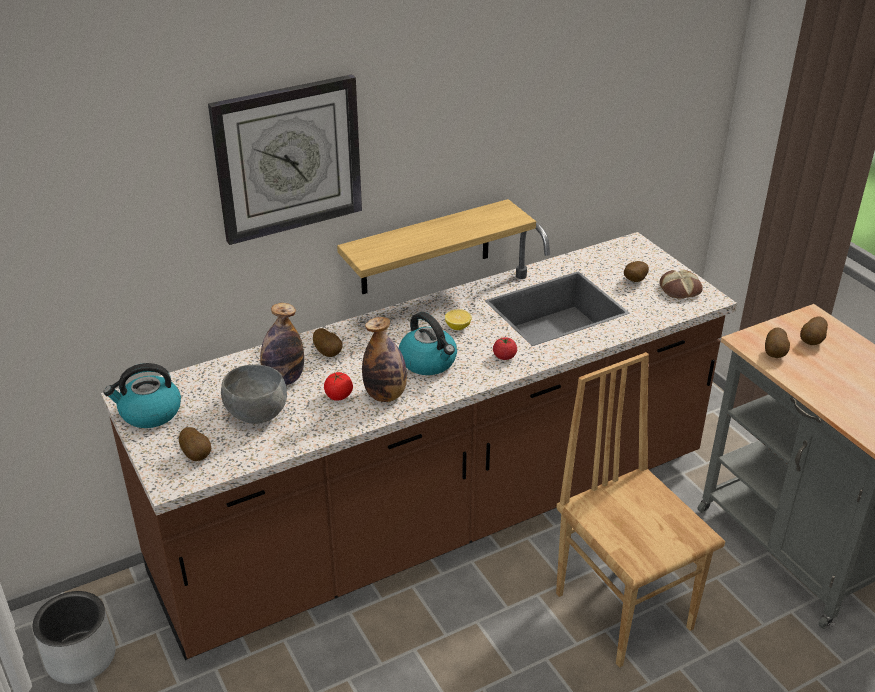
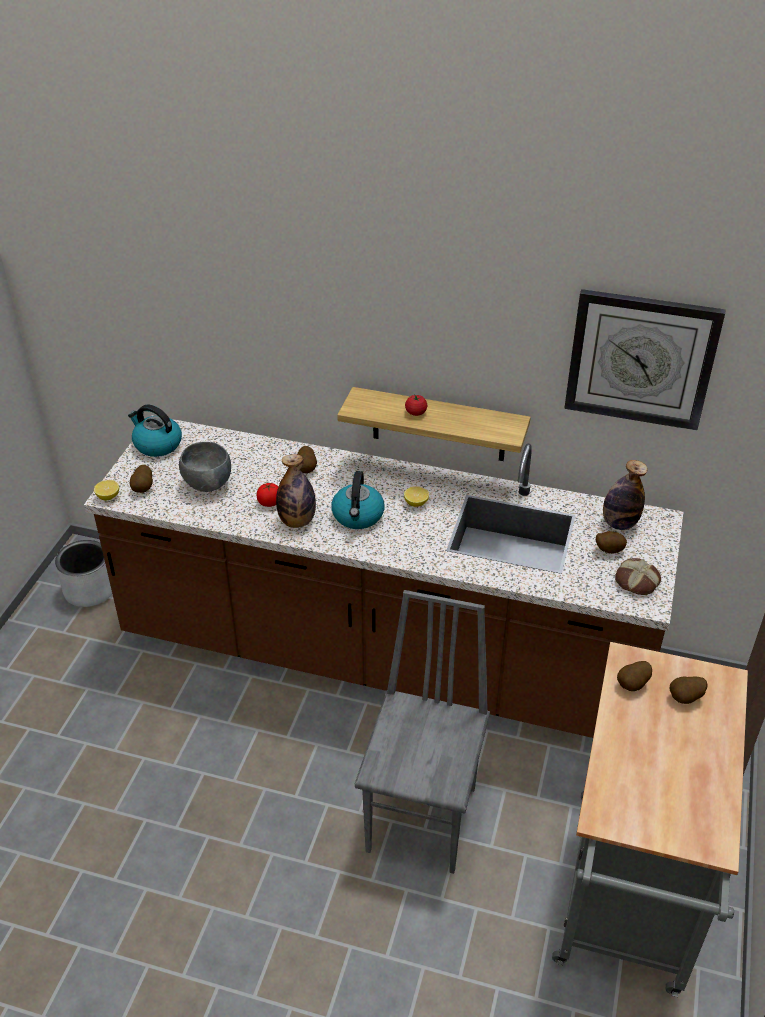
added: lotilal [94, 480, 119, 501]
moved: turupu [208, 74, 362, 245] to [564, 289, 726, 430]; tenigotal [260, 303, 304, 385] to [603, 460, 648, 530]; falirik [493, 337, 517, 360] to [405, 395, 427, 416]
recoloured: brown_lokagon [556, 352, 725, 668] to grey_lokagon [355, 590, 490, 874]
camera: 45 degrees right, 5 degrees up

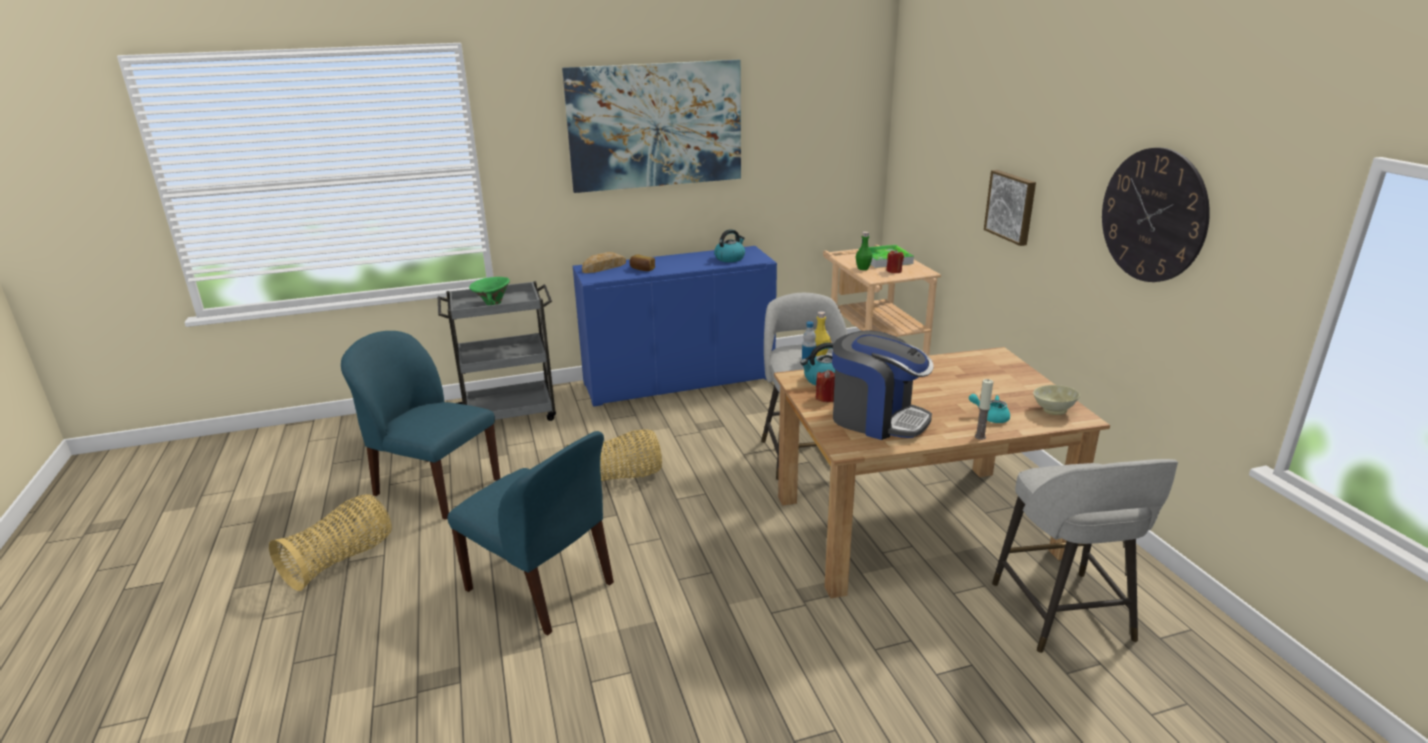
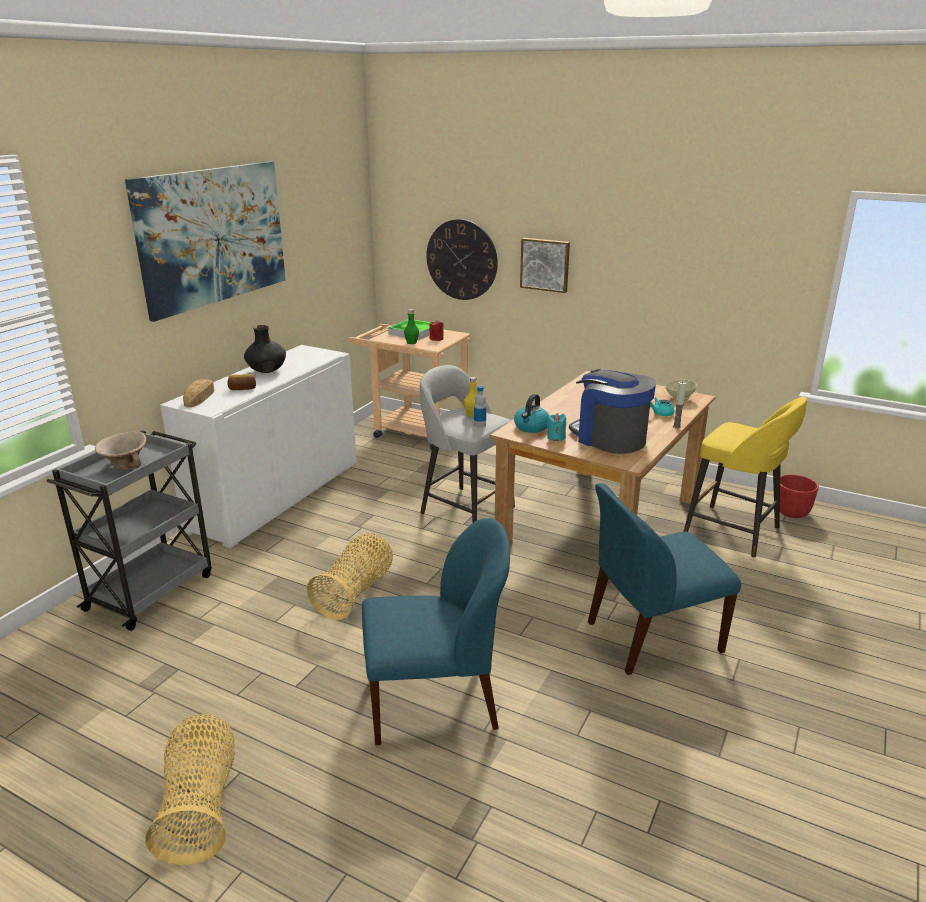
removed: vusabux [714, 229, 745, 262]
added: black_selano [244, 325, 286, 373]; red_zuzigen [780, 474, 819, 518]
moved: blue_lokagon [341, 331, 500, 520] to [588, 483, 741, 675]; turupu [1102, 148, 1210, 282] to [426, 219, 498, 300]
recoloured: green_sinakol [469, 277, 510, 305] to beige_sinakol [95, 432, 146, 469]; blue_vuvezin [573, 246, 777, 407] to white_vuvezin [160, 345, 357, 548]; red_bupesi [816, 369, 835, 402] to turquoise_bupesi [547, 413, 566, 441]; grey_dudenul [992, 459, 1178, 653] to yellow_dudenul [683, 397, 807, 558]
turned: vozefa [832, 330, 934, 440] = [569, 369, 656, 454] 120 degrees counterclockwise
camera: 45 degrees left, 0 degrees up

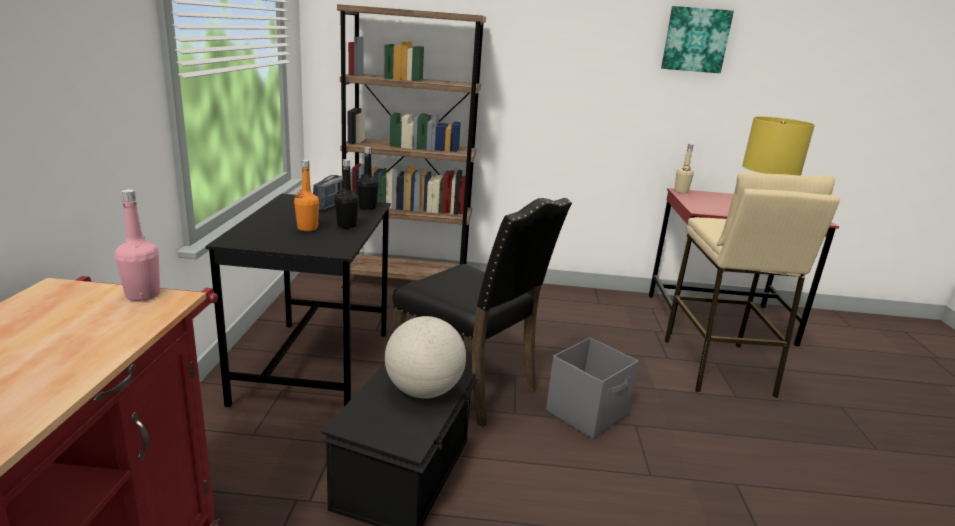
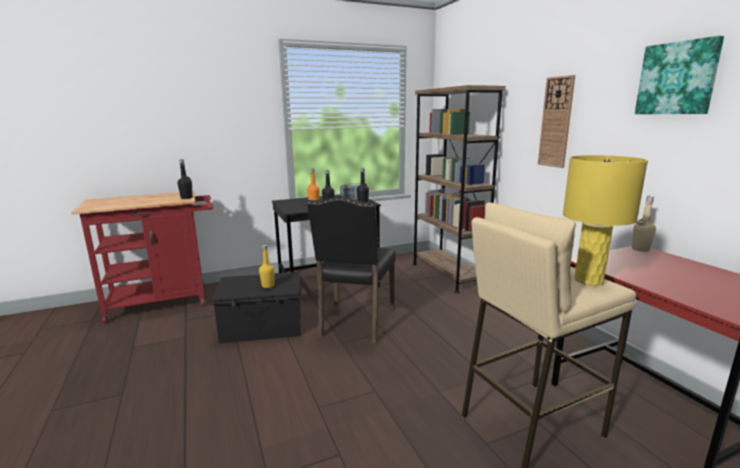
removed: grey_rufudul [546, 337, 639, 439]
added: turupu [538, 75, 575, 168]
replaced: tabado [385, 316, 466, 399] to yellow_tenigotal [259, 245, 274, 288]
recoloured: pink_tenigotal [115, 189, 160, 301] to black_tenigotal [177, 159, 193, 199]
camera: 65 degrees right, 5 degrees down

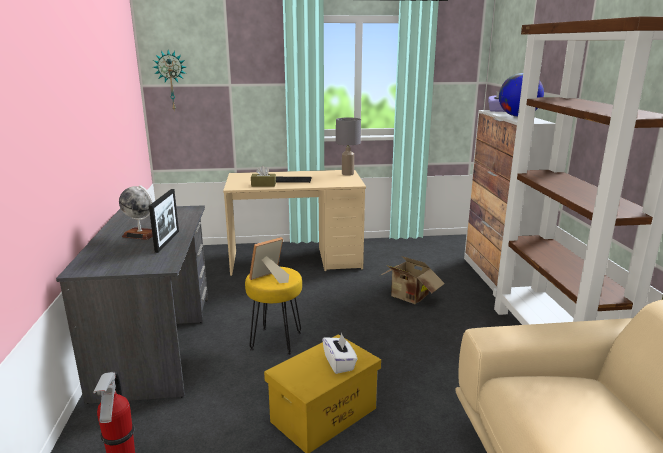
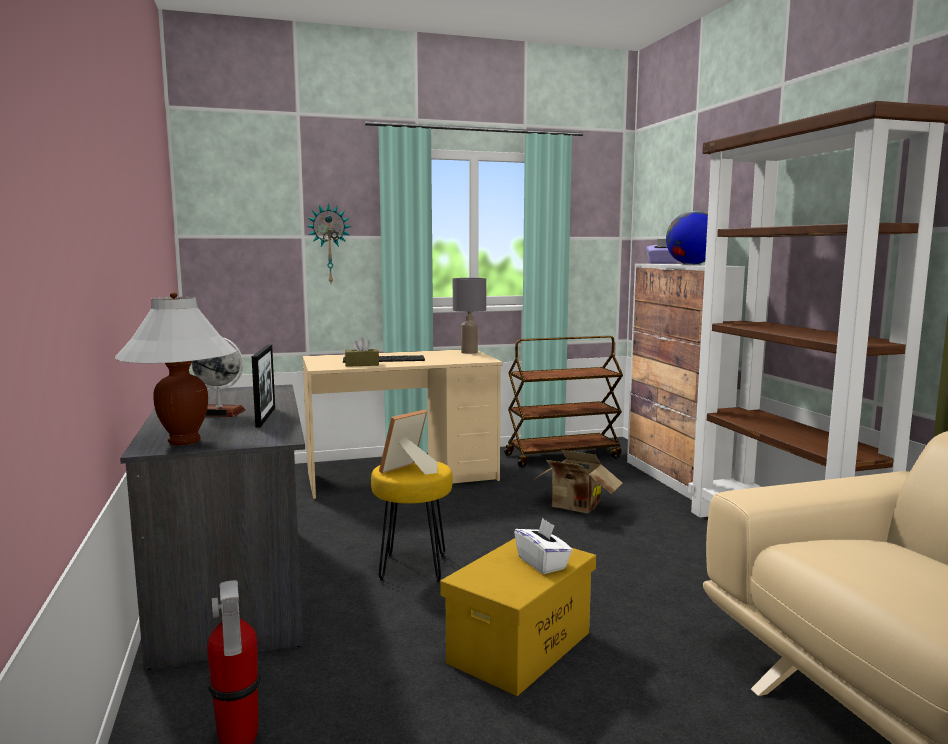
added: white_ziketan [115, 292, 237, 445]; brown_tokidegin [504, 336, 623, 468]
moved: turupu [153, 50, 186, 112] to [306, 203, 351, 283]
camera: 10 degrees left, 10 degrees down

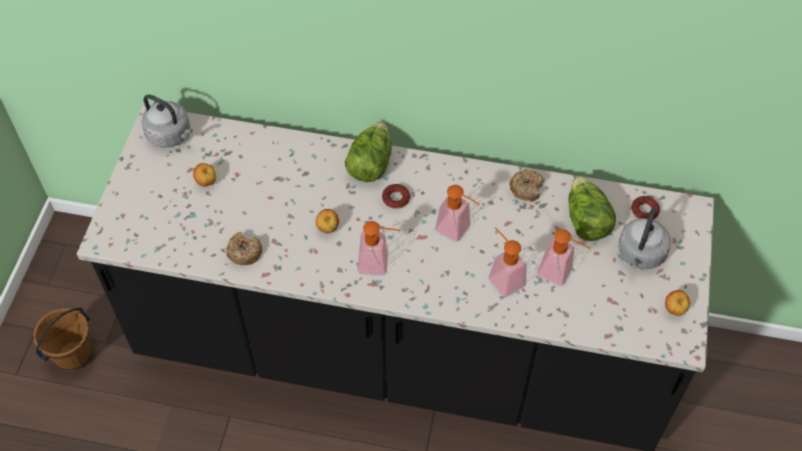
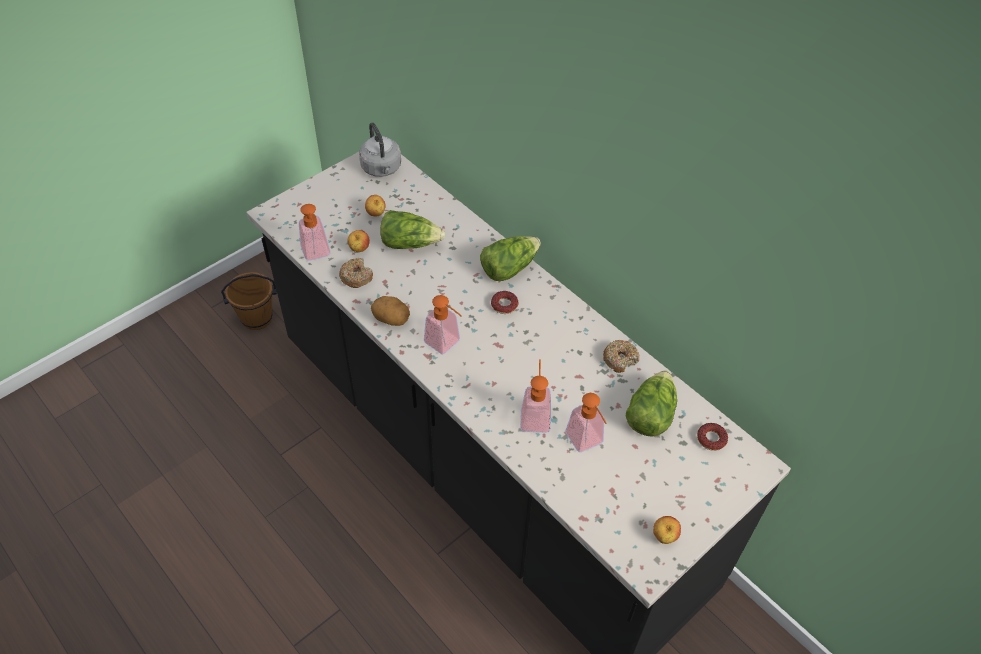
removed: grey_vusabux [618, 208, 671, 269]
added: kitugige [371, 296, 410, 326]; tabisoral [380, 210, 445, 249]
moved: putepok [316, 209, 339, 233] to [347, 230, 370, 252]; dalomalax [435, 185, 480, 242] to [299, 204, 331, 261]
camera: 35 degrees right, 5 degrees down

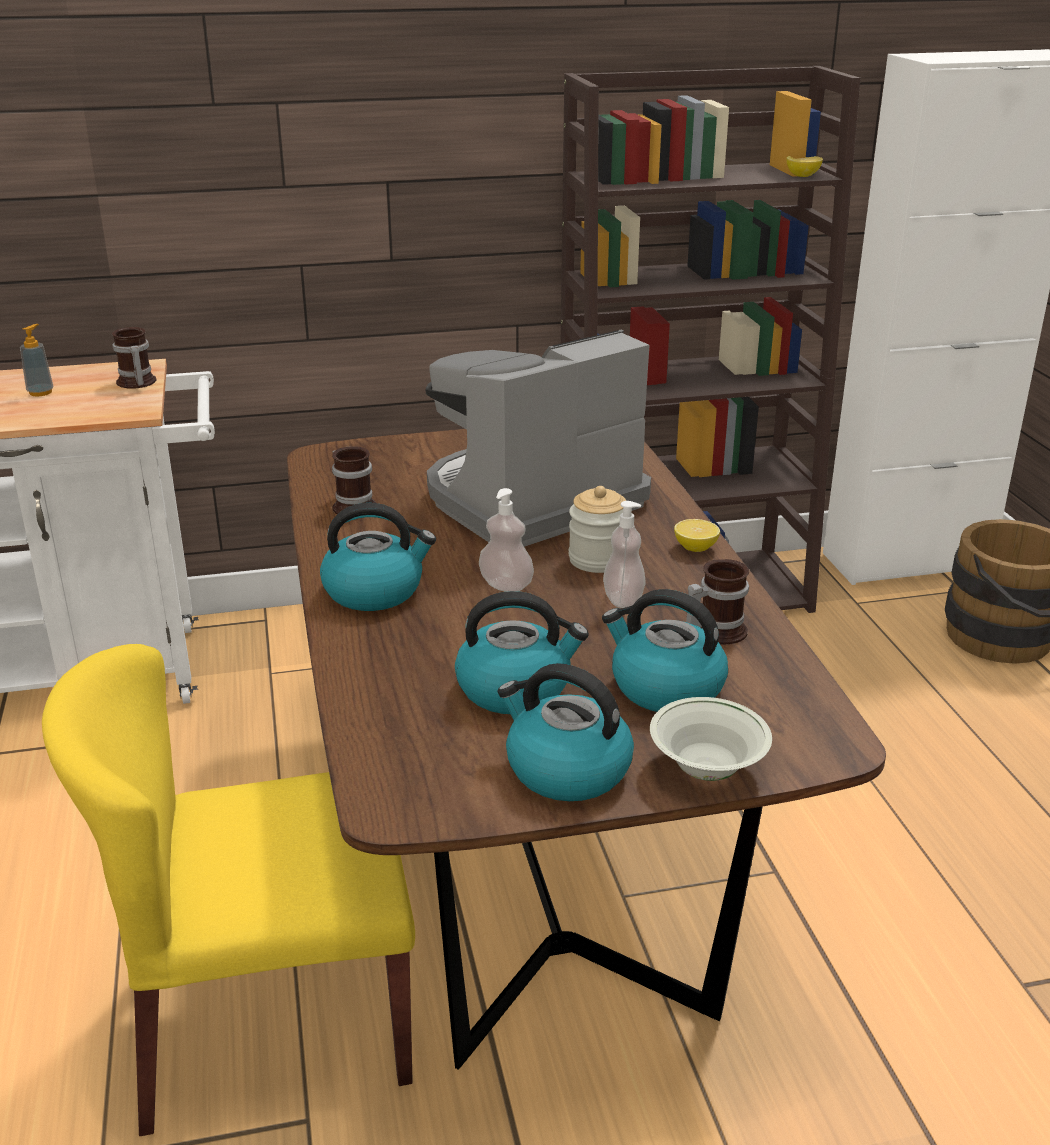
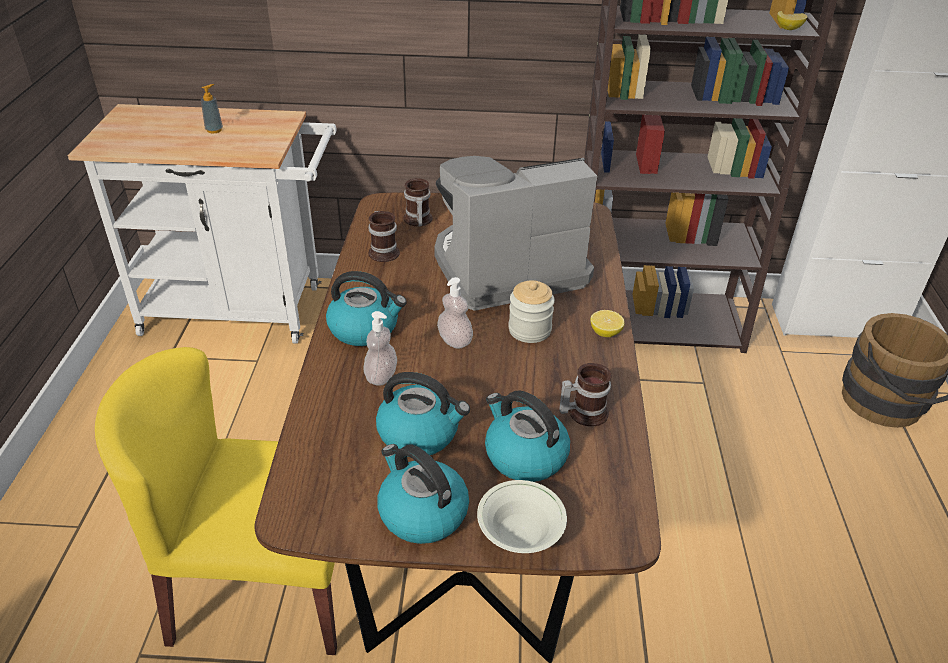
moved: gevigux [112, 327, 157, 389] to [403, 178, 433, 227]; dalomalax [603, 501, 645, 608] to [363, 311, 397, 386]
camera: 15 degrees right, 10 degrees up

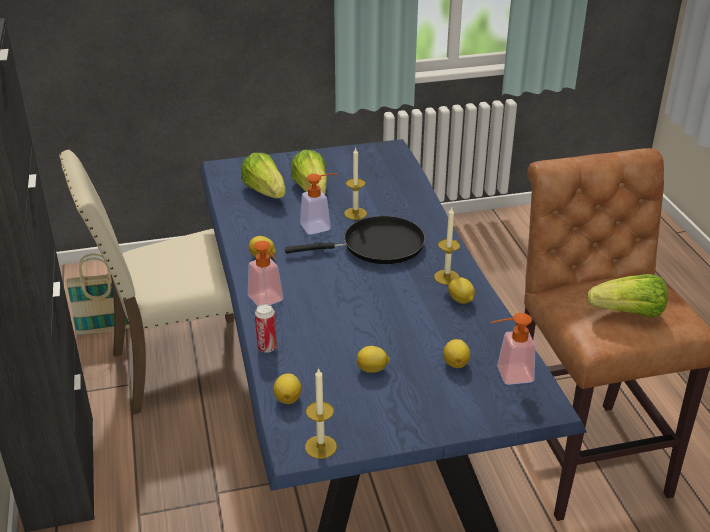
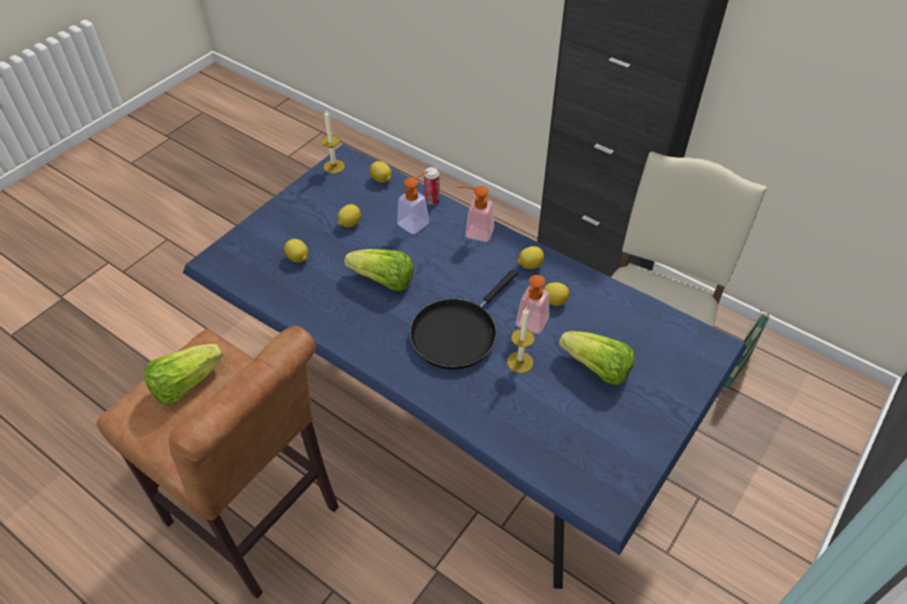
removed: bupesi [434, 207, 460, 285]
moved: tabisoral [241, 153, 286, 199] to [344, 249, 414, 291]; lotilal [448, 277, 475, 304] to [543, 282, 570, 306]; dalomalax [492, 313, 535, 385] to [397, 171, 429, 234]
camera: 140 degrees right, 15 degrees up

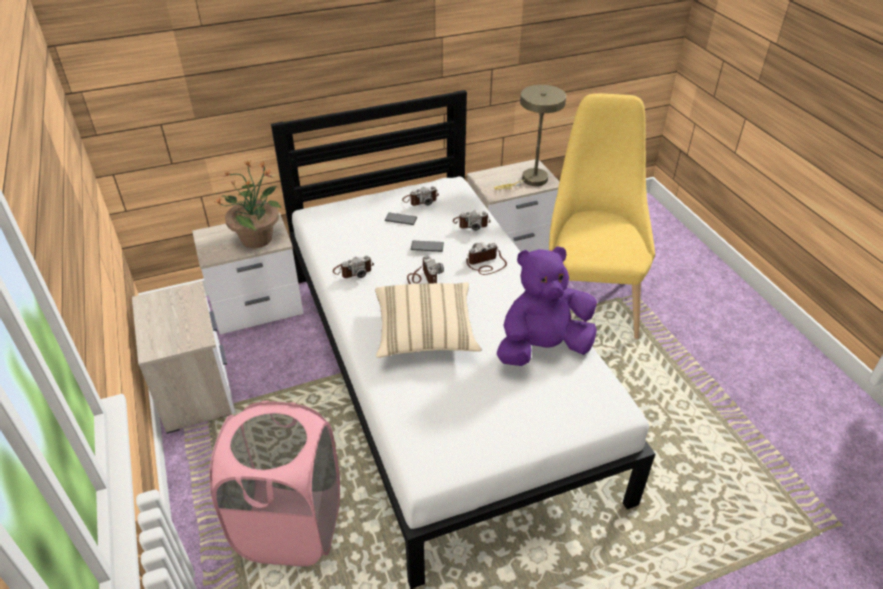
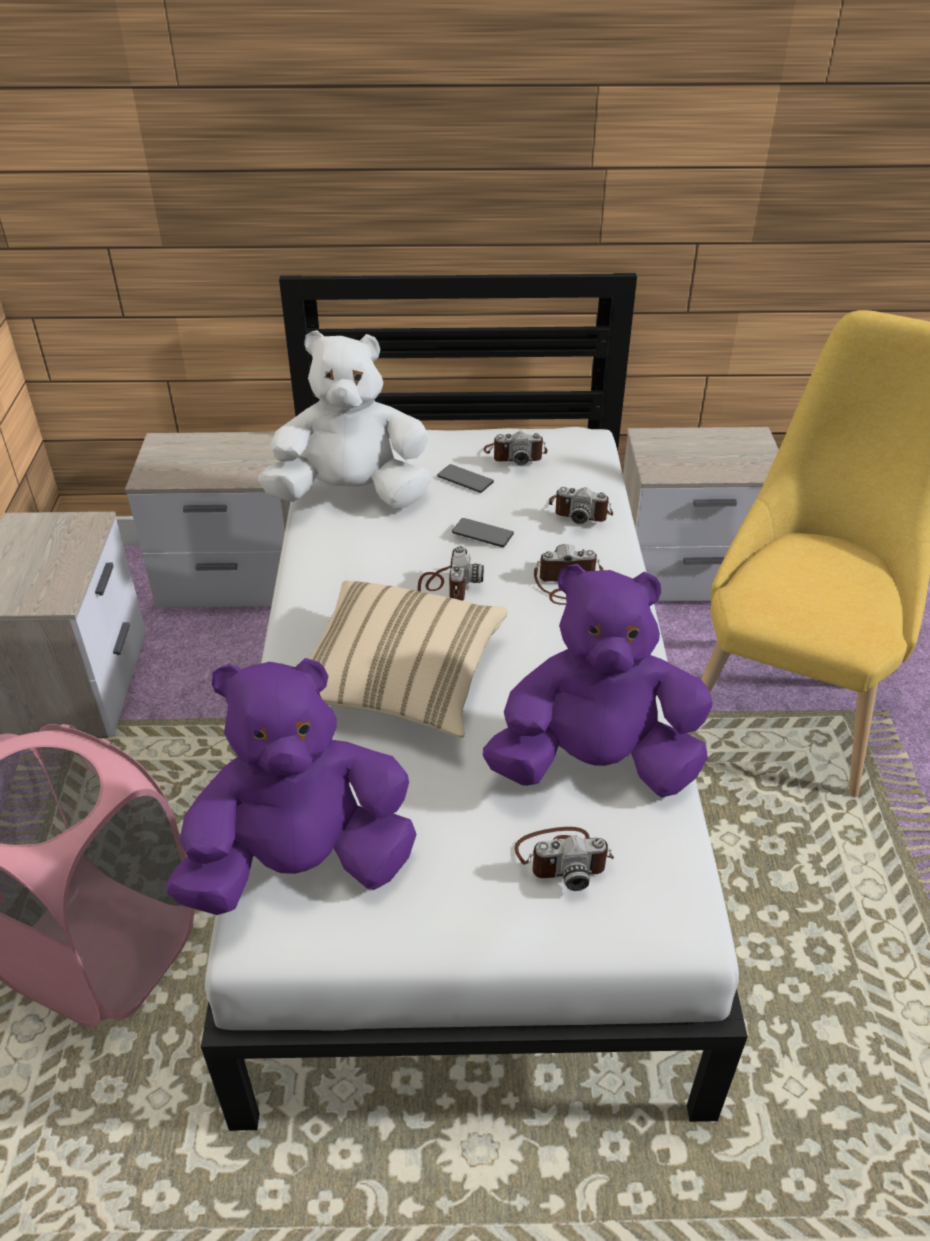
removed: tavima [216, 161, 282, 248]; beige_ziketan [494, 85, 566, 190]
added: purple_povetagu [166, 658, 417, 915]; white_povetagu [258, 330, 431, 508]
moved: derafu [333, 255, 374, 278] to [514, 827, 614, 891]
camera: 20 degrees right, 0 degrees up

